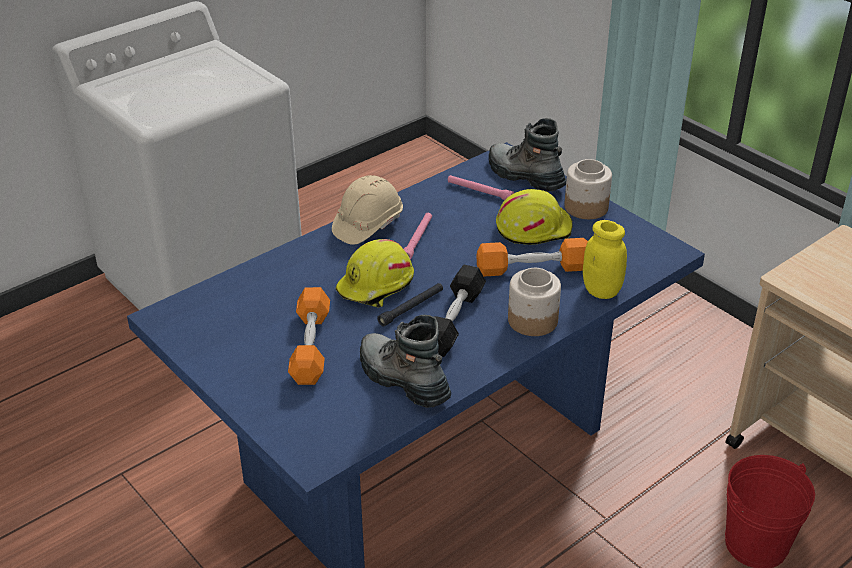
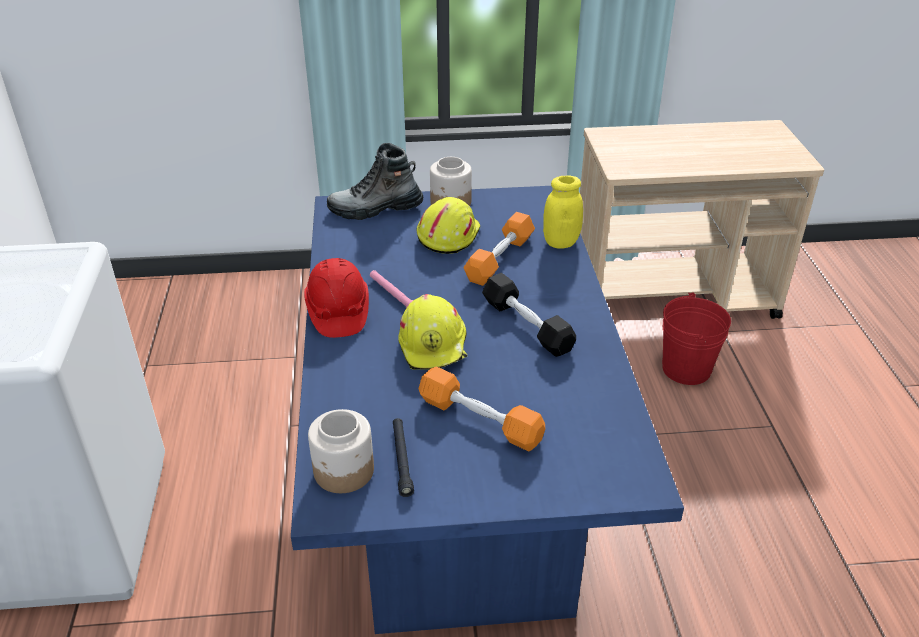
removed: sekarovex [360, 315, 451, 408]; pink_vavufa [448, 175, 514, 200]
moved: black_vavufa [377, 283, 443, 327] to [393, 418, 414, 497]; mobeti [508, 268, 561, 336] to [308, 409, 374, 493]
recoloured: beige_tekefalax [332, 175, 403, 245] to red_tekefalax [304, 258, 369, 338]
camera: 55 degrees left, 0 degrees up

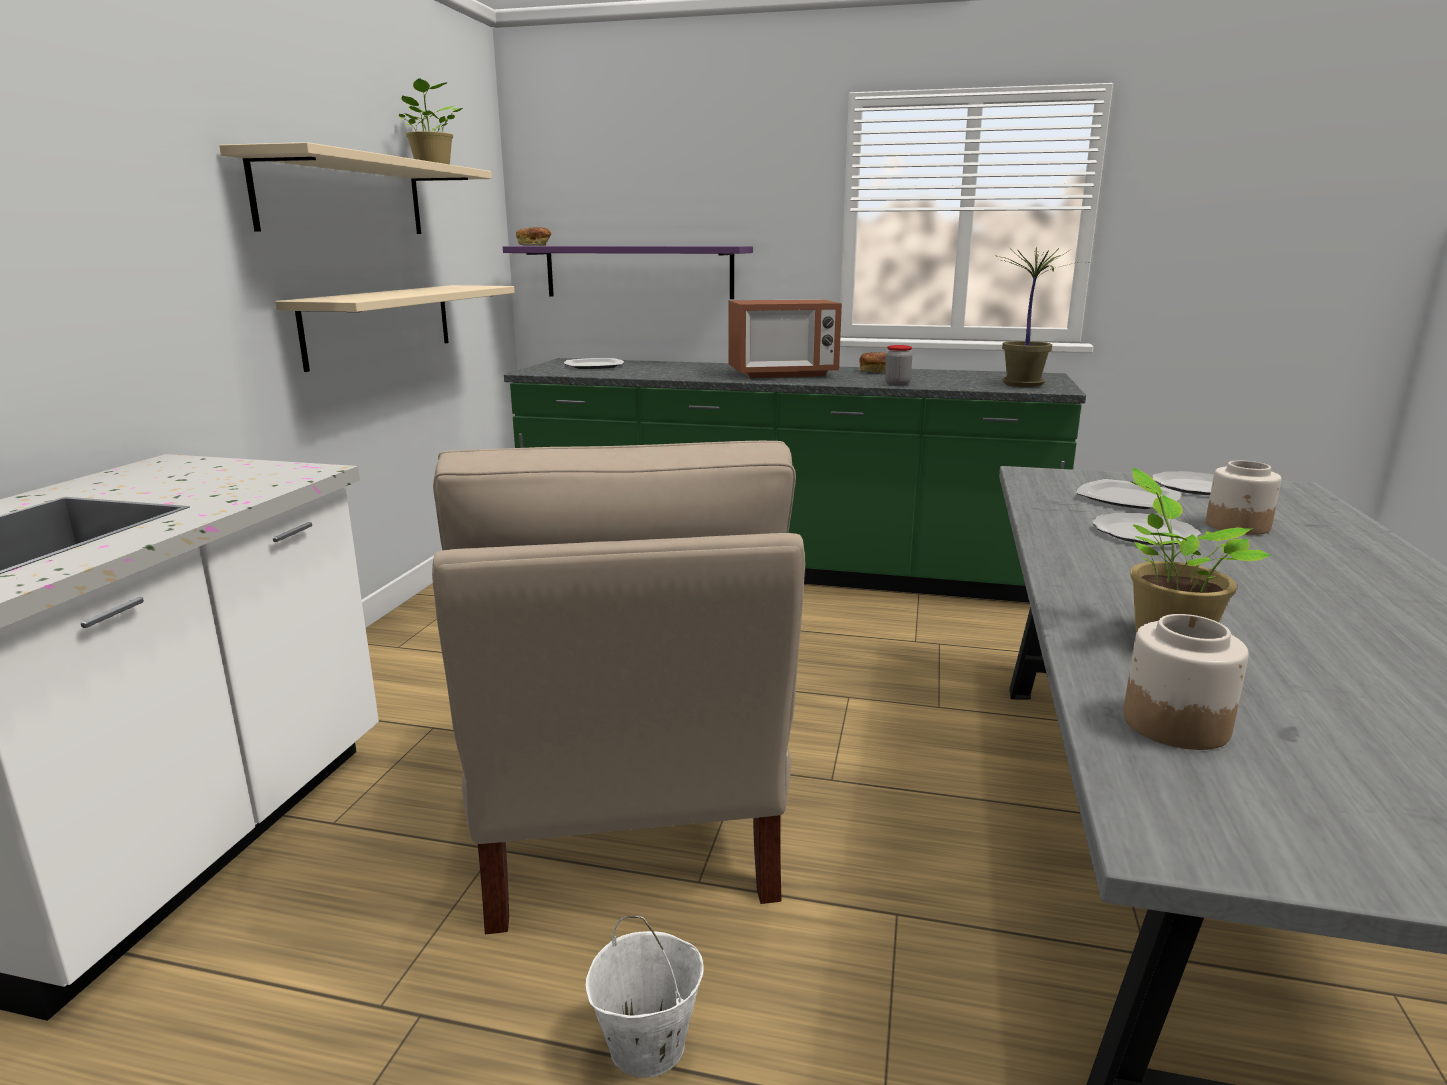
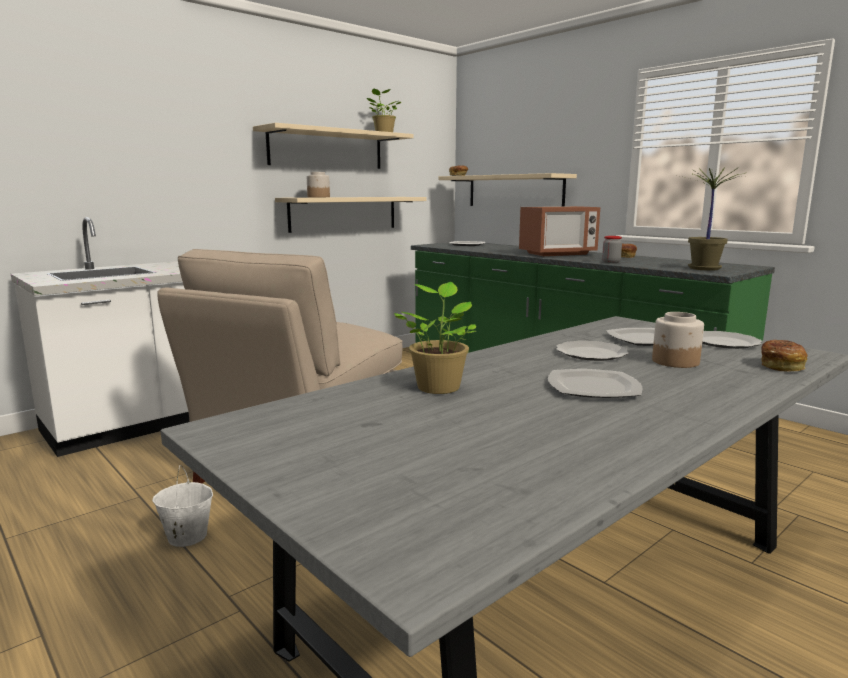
added: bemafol [548, 369, 642, 398]; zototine [761, 340, 808, 371]
moved: mobeti [1123, 614, 1249, 750] to [307, 172, 330, 197]
recoloured: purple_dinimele [503, 246, 753, 299] to beige_dinimele [438, 173, 577, 206]
turned: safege [728, 299, 842, 378] = [519, 206, 600, 256] 45 degrees counterclockwise
camera: 35 degrees right, 5 degrees down

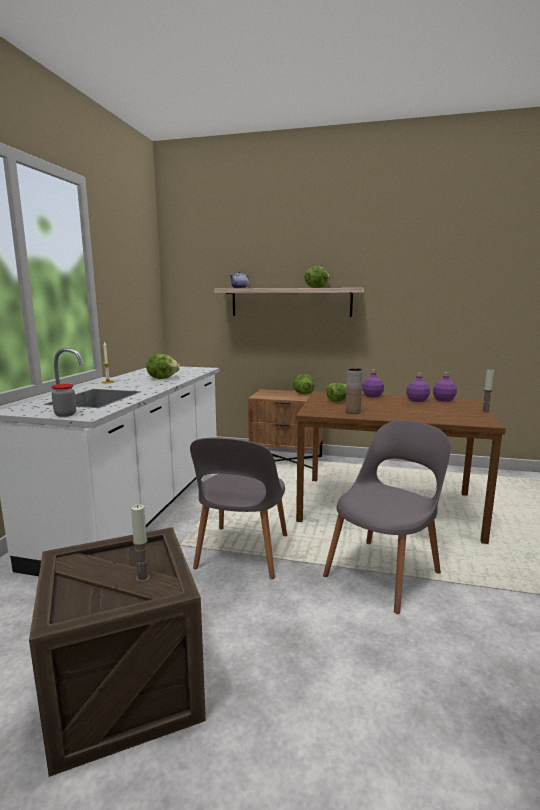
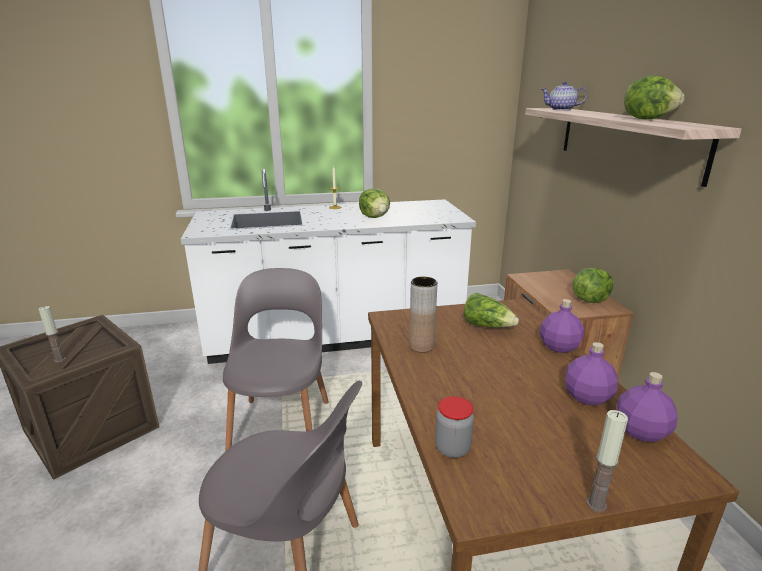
moved: mobeti [52, 384, 76, 417] to [435, 396, 474, 458]
turned: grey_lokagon [190, 438, 287, 579] = [223, 268, 329, 452] 105 degrees clockwise
camera: 65 degrees right, 10 degrees up

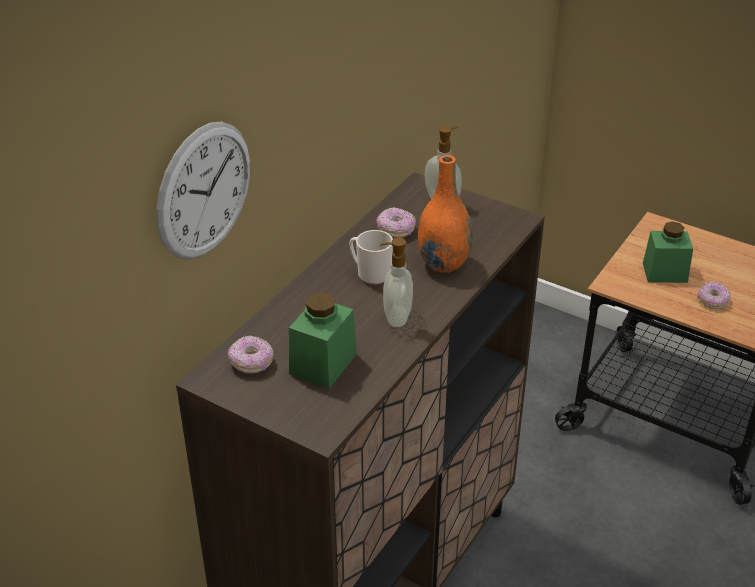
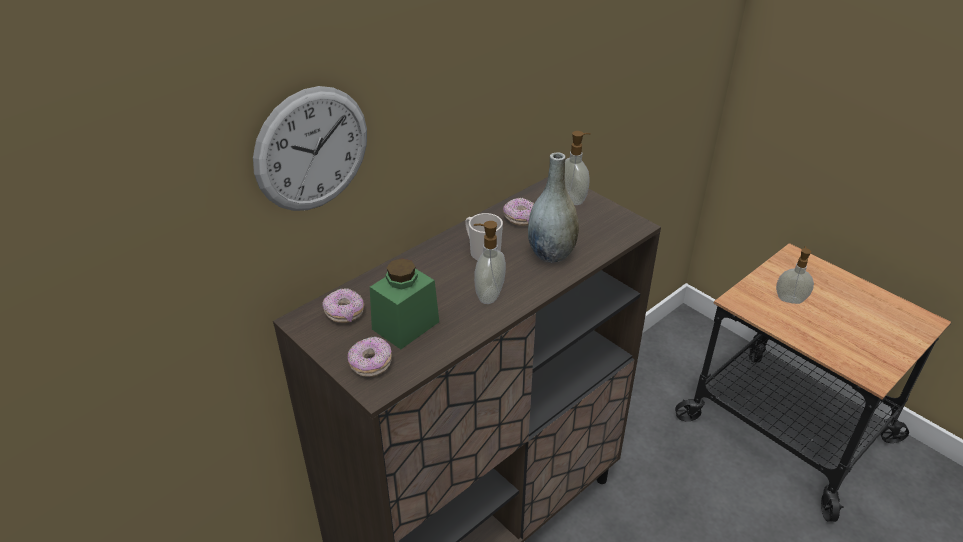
moved: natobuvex [697, 281, 731, 309] to [348, 337, 391, 377]
replaced: green_mobeti [643, 221, 693, 283] to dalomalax [776, 246, 814, 304]
recoloured: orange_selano [418, 155, 473, 273] to grey_selano [528, 152, 579, 263]
camera: 15 degrees right, 0 degrees up

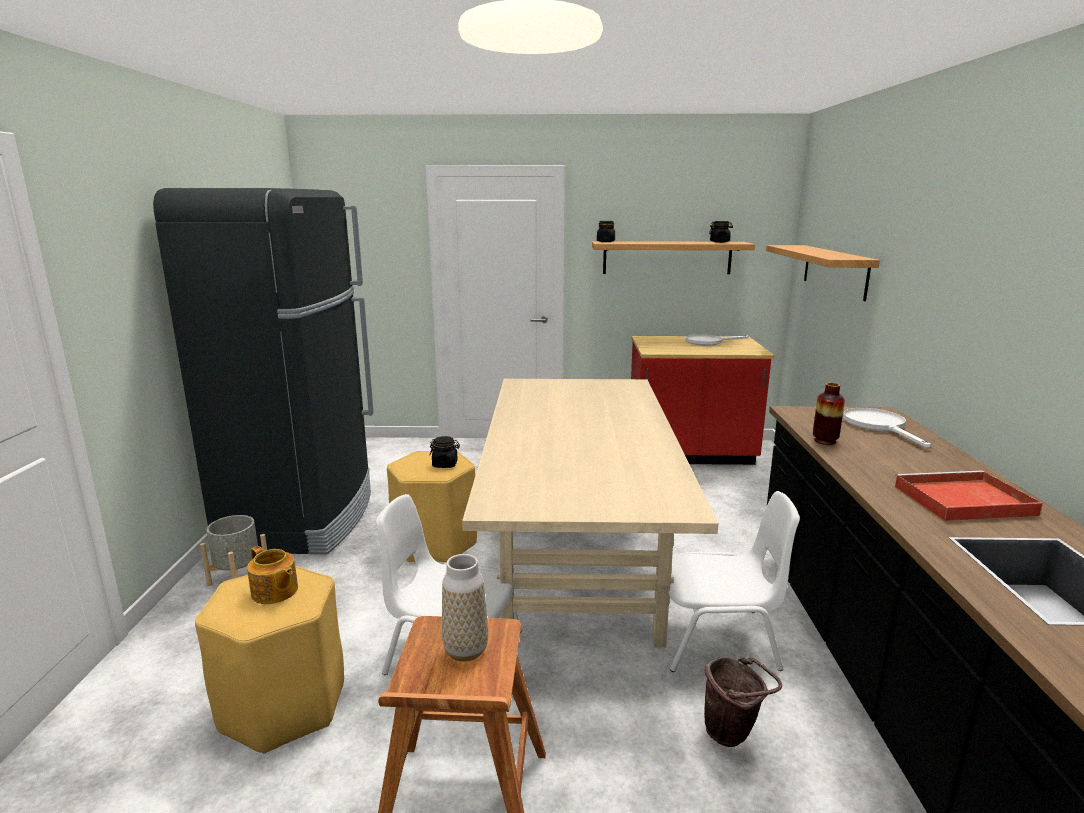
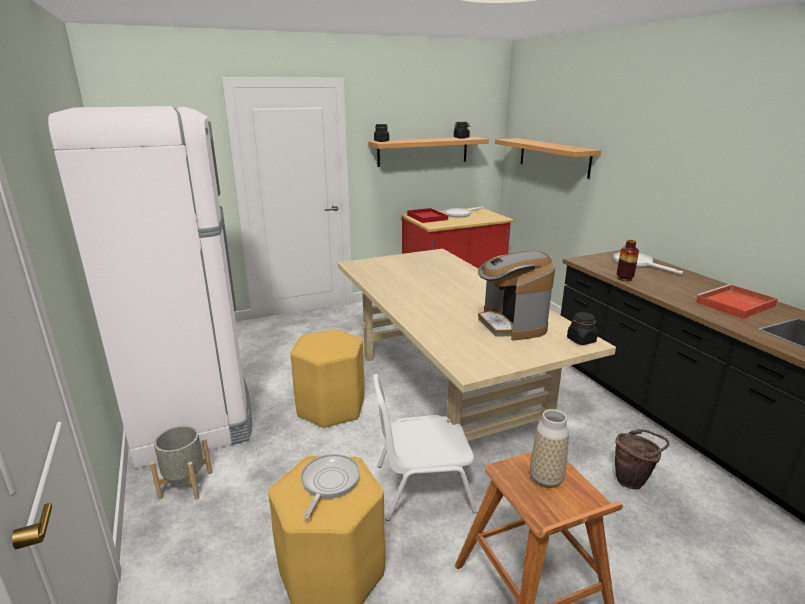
removed: white_lokagon [669, 491, 800, 672]
added: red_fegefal [407, 208, 449, 223]; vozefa [478, 251, 555, 341]
moved: black_mobeti [429, 436, 460, 468] to [567, 312, 598, 345]
replaced: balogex [247, 546, 298, 604] to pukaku [301, 454, 360, 519]
recoloured: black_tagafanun [153, 188, 374, 554] to white_tagafanun [48, 106, 252, 468]
camera: 25 degrees left, 5 degrees up

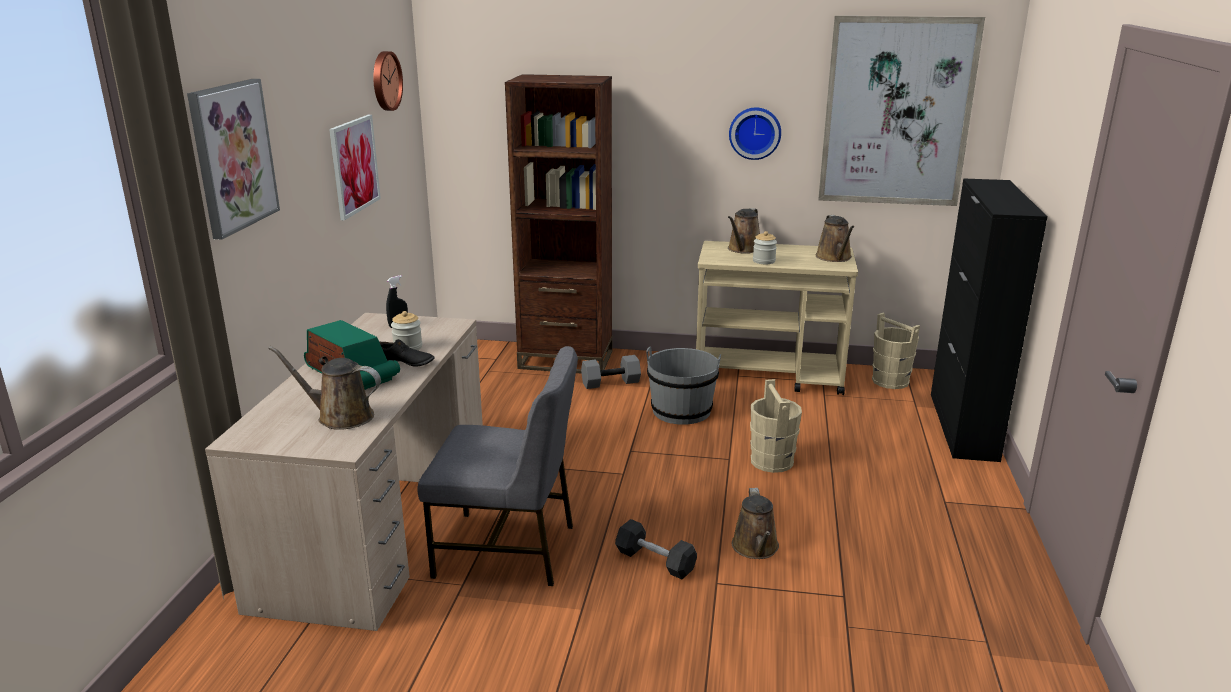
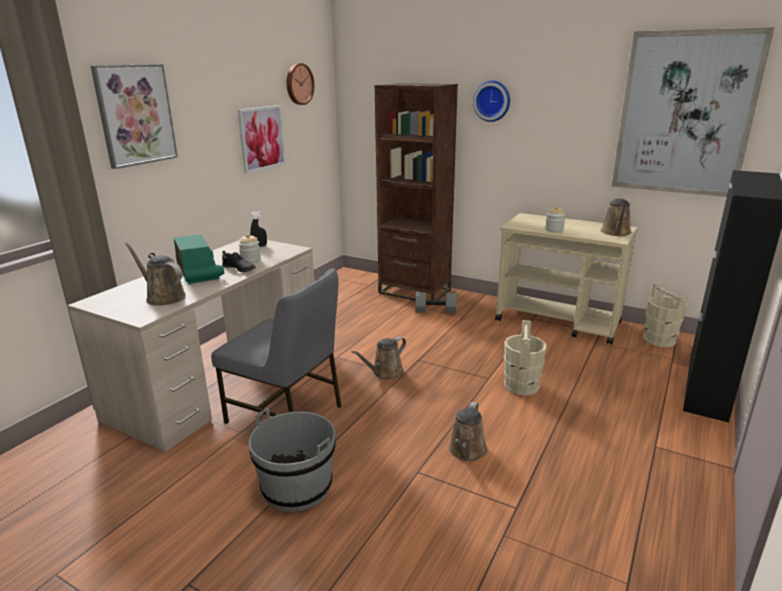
removed: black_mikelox [615, 519, 697, 579]
moved: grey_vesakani [646, 346, 721, 425] to [249, 408, 336, 512]; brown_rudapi [728, 208, 760, 254] to [352, 337, 406, 380]; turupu [729, 107, 781, 160] to [473, 81, 510, 122]
camera: 20 degrees right, 0 degrees up

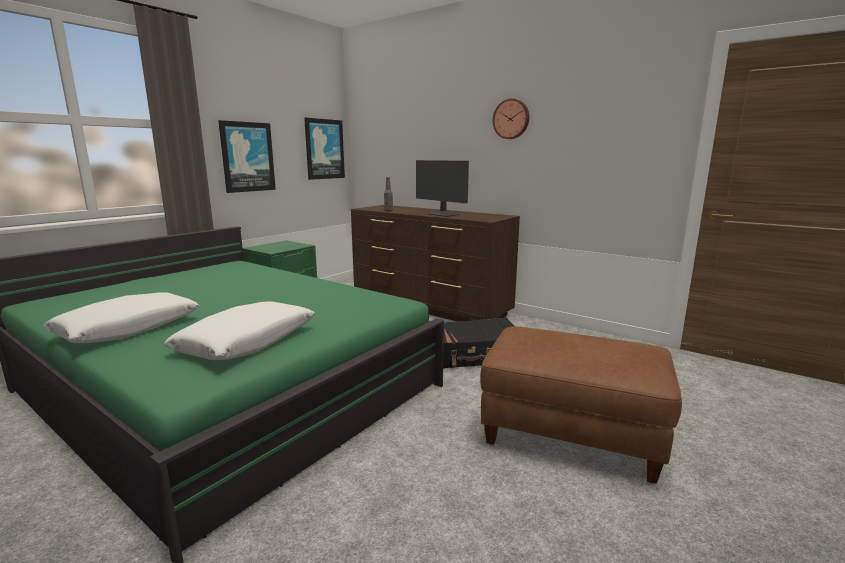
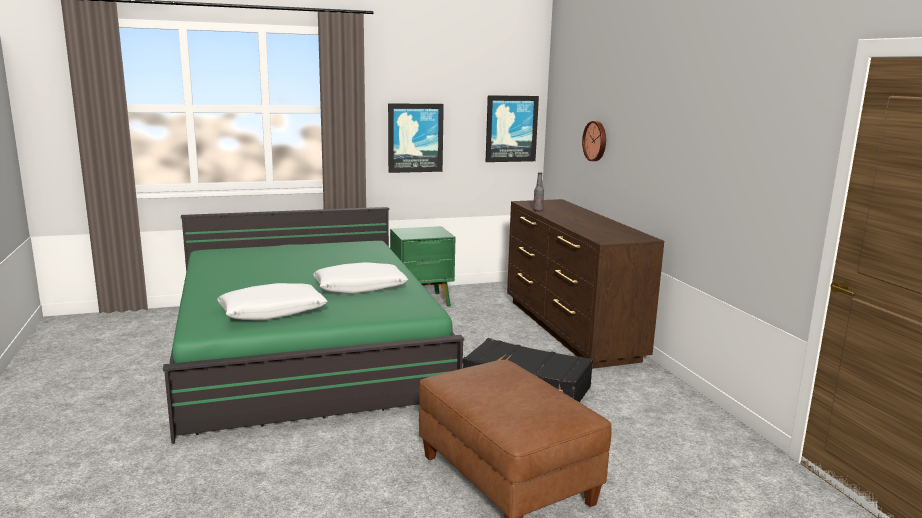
removed: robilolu [416, 160, 469, 217]
moved: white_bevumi [43, 292, 200, 343] to [313, 262, 408, 294]; turupu [492, 99, 529, 139] to [582, 121, 606, 161]
camera: 35 degrees right, 0 degrees up

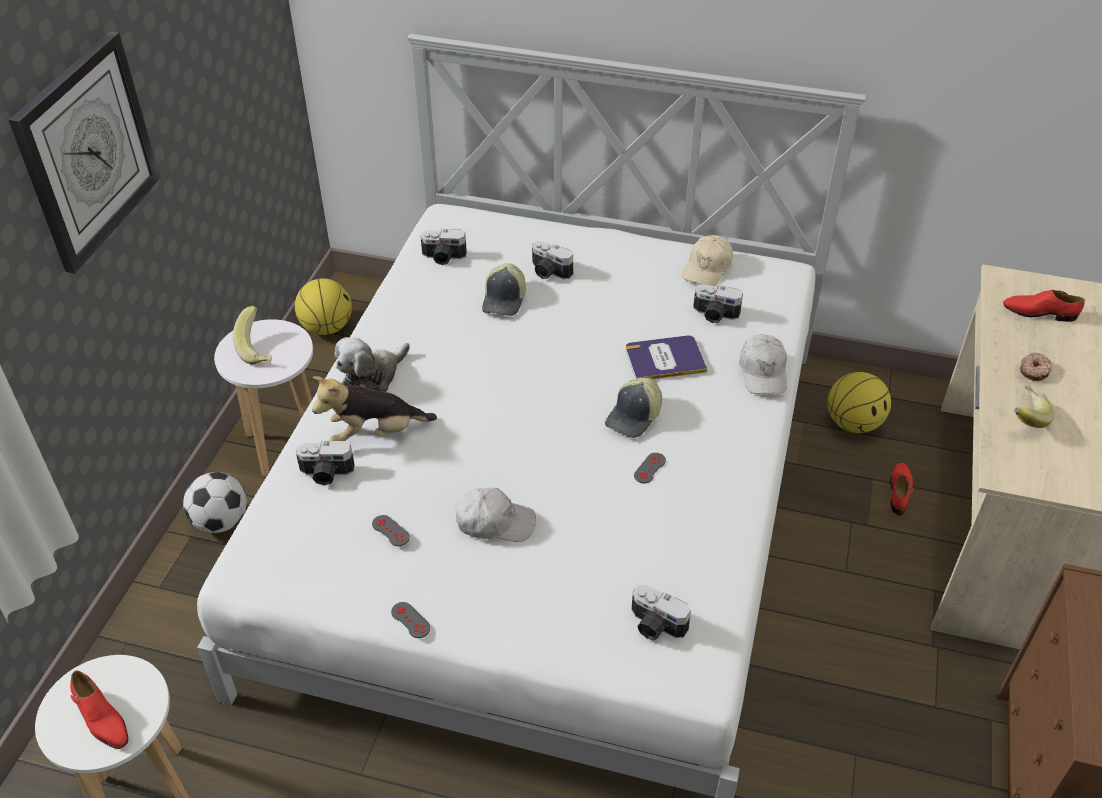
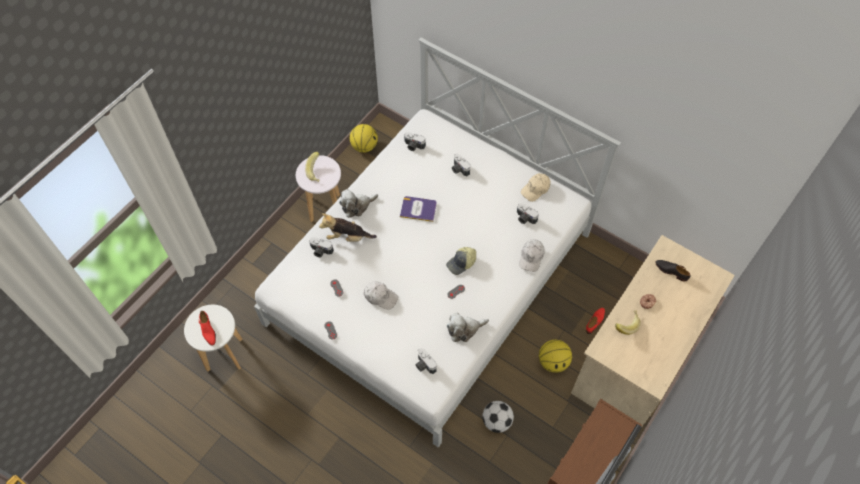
removed: turupu [9, 31, 160, 274]; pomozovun [482, 263, 526, 316]
added: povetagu [447, 313, 489, 342]
moved: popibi [183, 472, 247, 533] to [482, 401, 514, 433]; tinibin [626, 335, 707, 379] to [400, 196, 437, 222]; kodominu [827, 372, 891, 433] to [539, 340, 572, 373]
recoloured: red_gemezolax [1003, 290, 1085, 322] to black_gemezolax [656, 260, 690, 282]
camera: 20 degrees right, 15 degrees up

